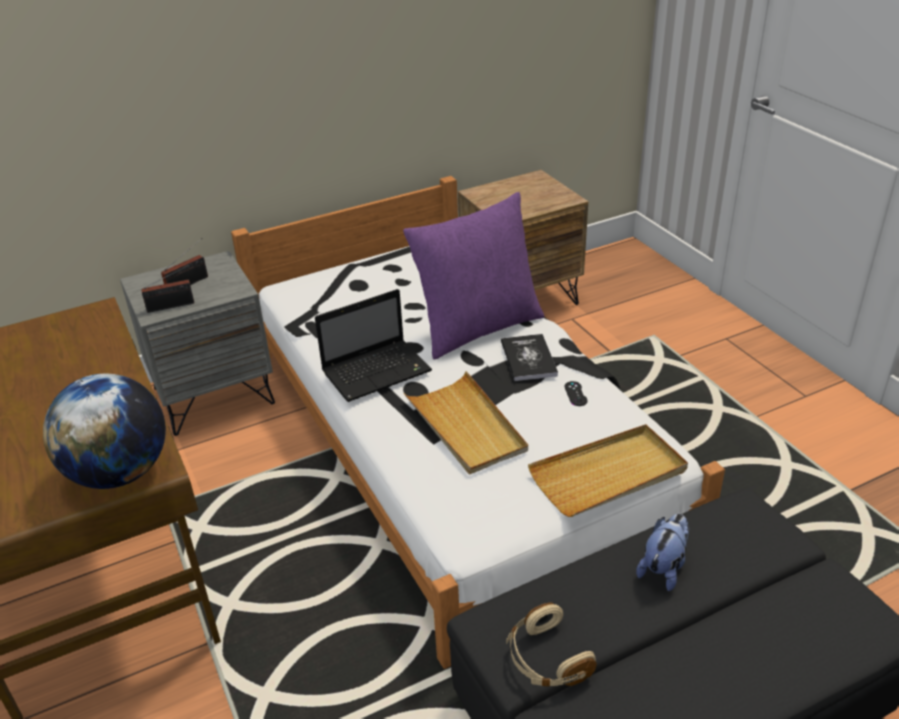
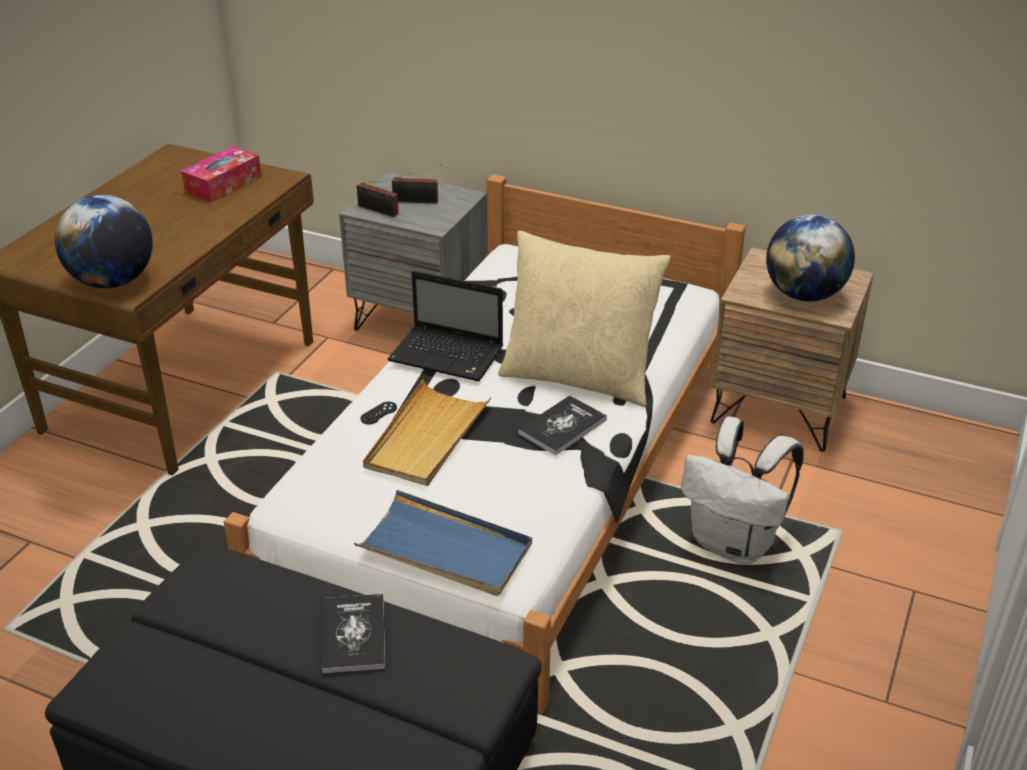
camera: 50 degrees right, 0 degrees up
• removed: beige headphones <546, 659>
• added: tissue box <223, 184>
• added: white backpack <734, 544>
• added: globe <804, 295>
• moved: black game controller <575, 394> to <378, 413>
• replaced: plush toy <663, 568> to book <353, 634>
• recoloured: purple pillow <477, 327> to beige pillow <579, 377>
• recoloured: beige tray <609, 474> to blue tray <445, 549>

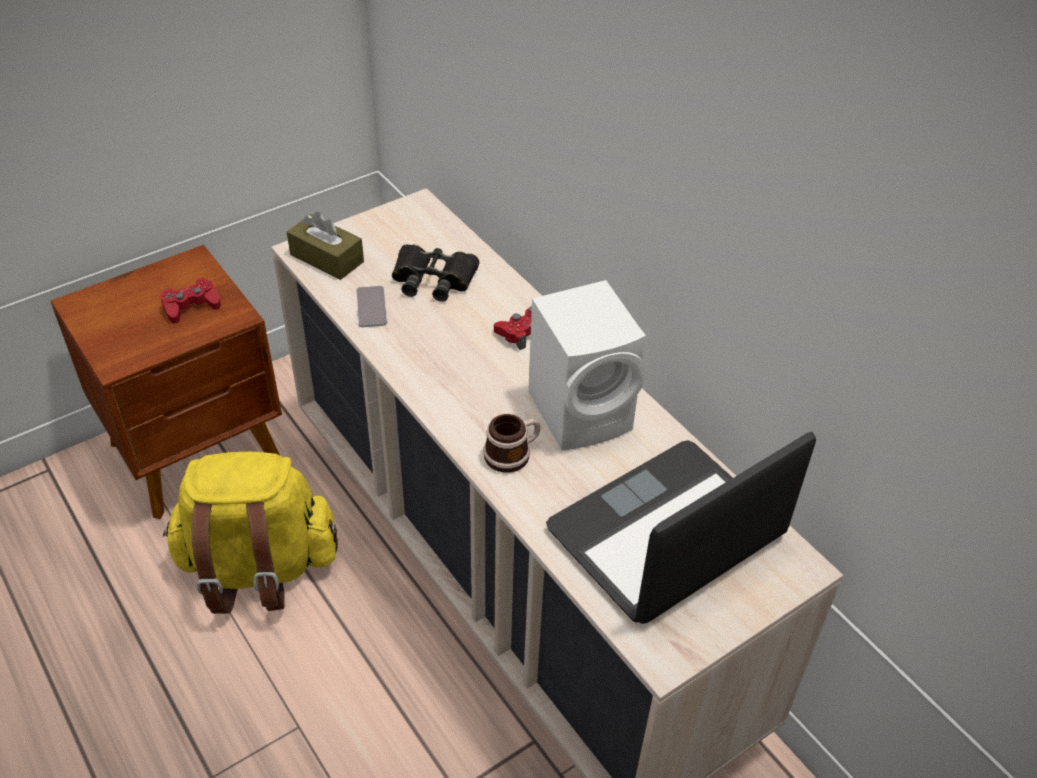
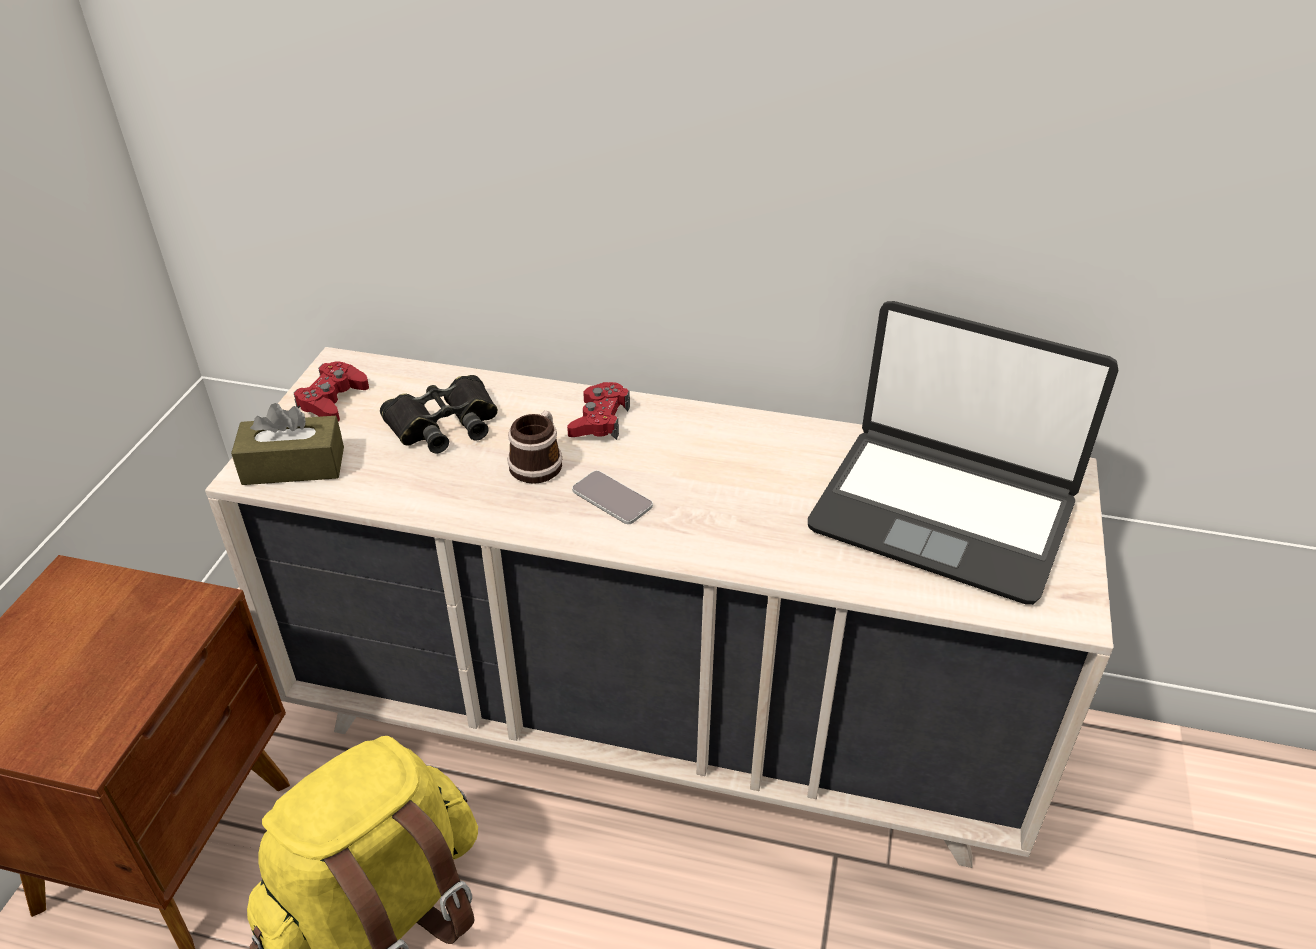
camera: 40 degrees left, 5 degrees down
• removed: white speaker <583, 411>
• moved: red game controller <191, 305> to <332, 400>
• moved: phone <371, 307> to <612, 498>
• moved: mug <513, 454> to <539, 462>
• turned: laptop <667, 534> = <942, 513> 75 degrees counterclockwise

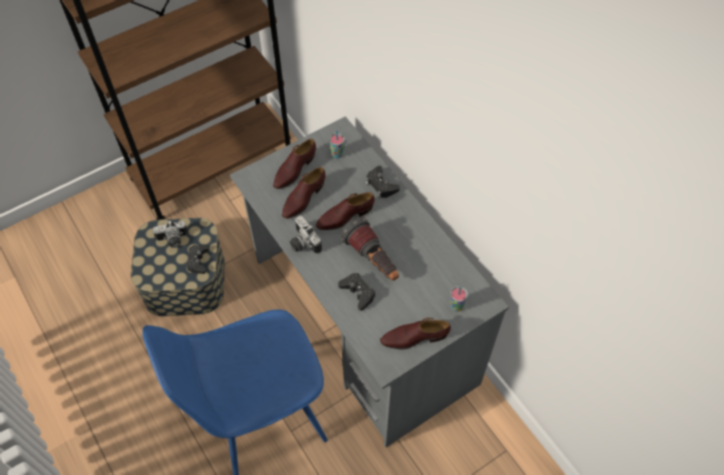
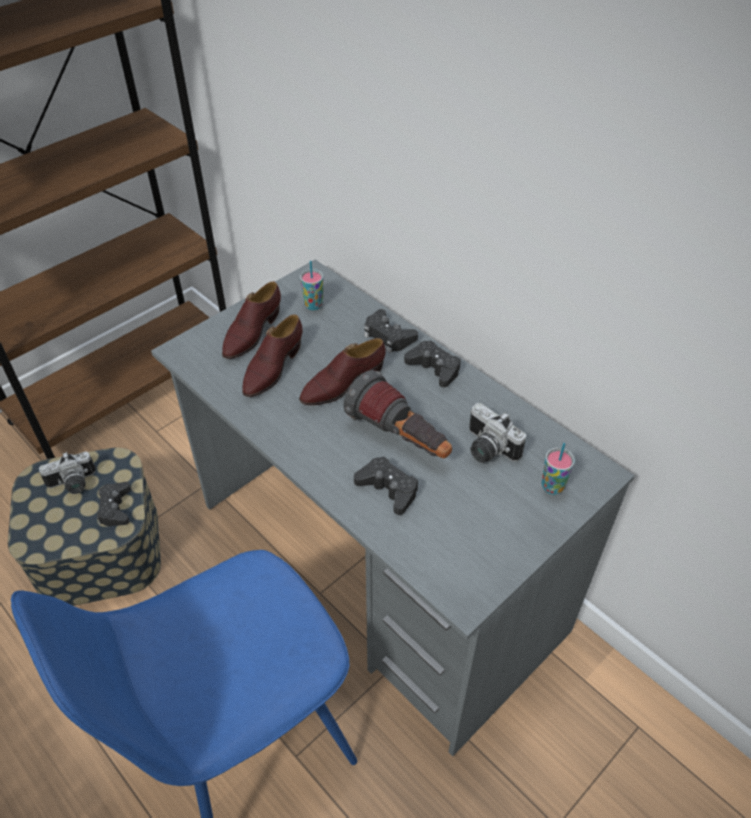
camera: 10 degrees left, 10 degrees down
• removed: brown shoe <414, 337>
• added: black game controller <434, 368>
• moved: photo camera <302, 243> to <486, 449>

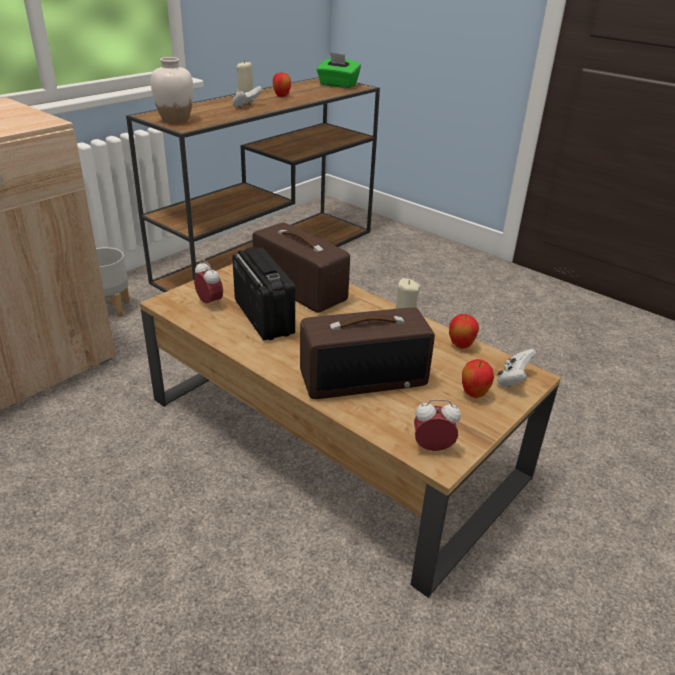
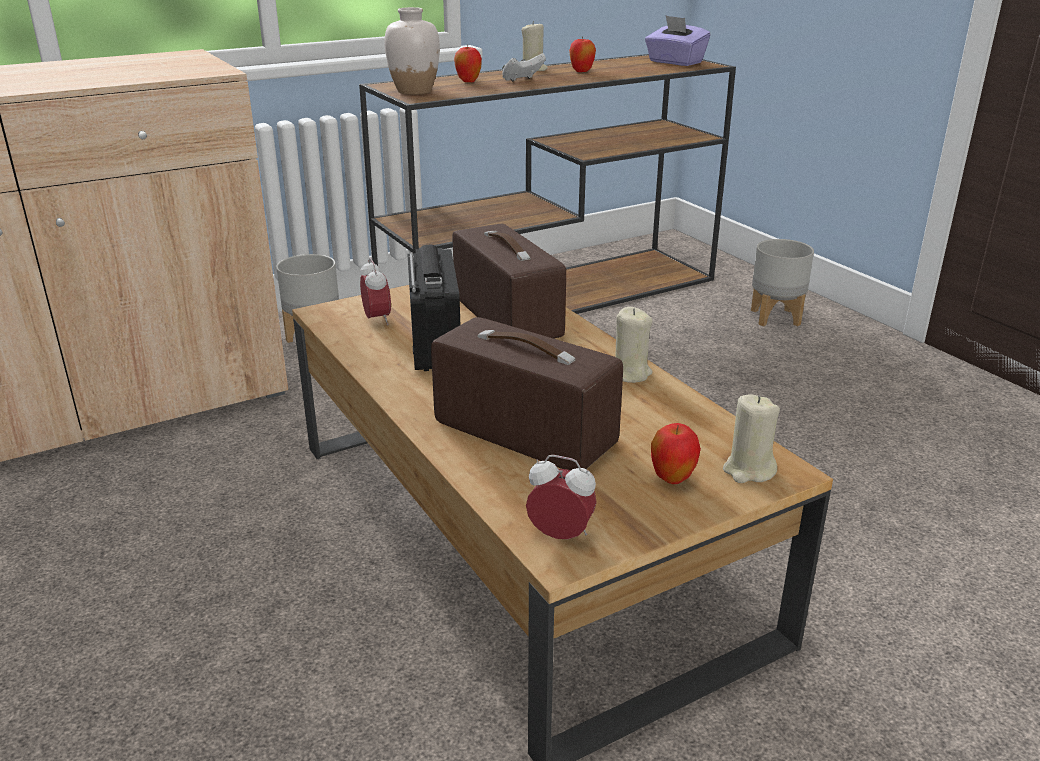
camera: 20 degrees right, 5 degrees down
• added: grey planter <774, 317>
• moved: apple <460, 346> to <468, 82>
• replaced: white game controller <513, 380> to beige candle <748, 470>
• recoloured: green tissue box <337, 85> to purple tissue box <675, 62>
• turned: radio <364, 377> = <522, 433> 150 degrees counterclockwise

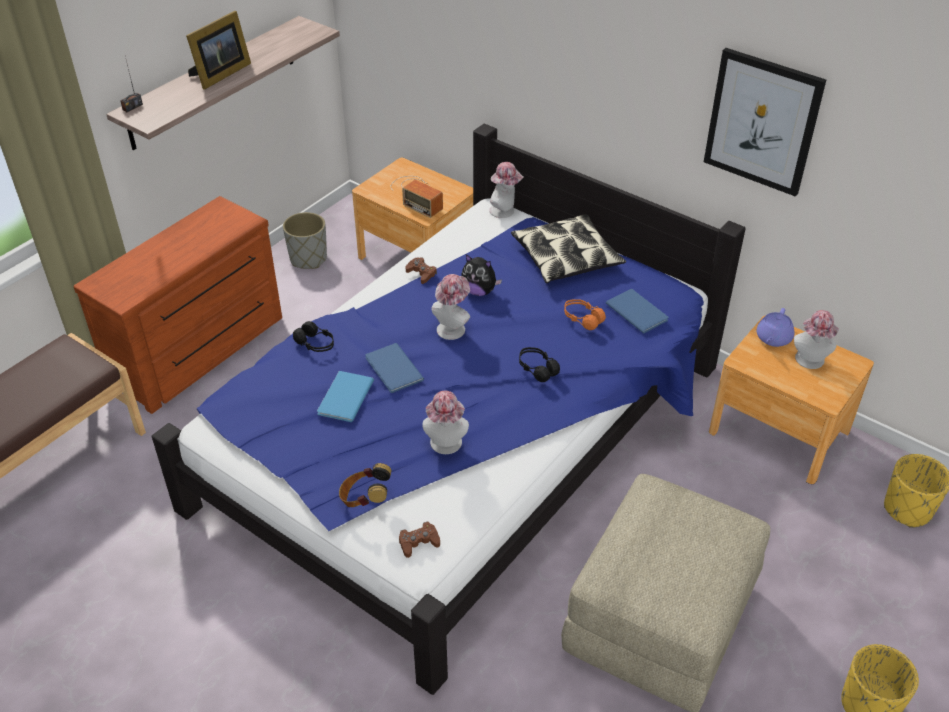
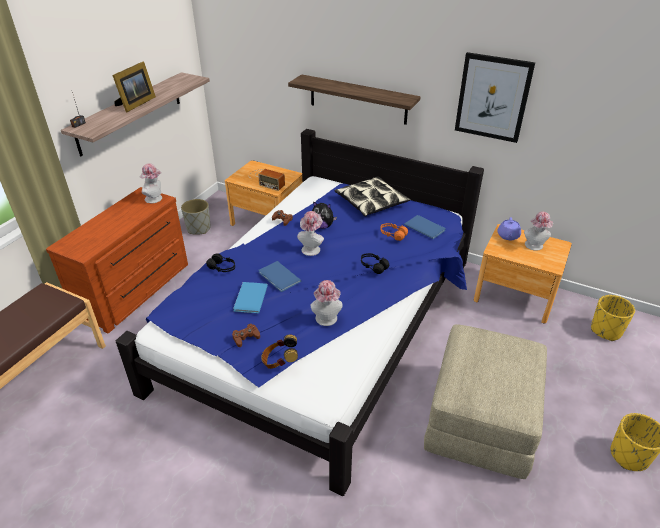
camera: 10 degrees left, 5 degrees down
• added: shelf <358, 99>
• moved: brown game controller <418, 542> to <246, 337>
• moved: hat <505, 211> to <155, 199>

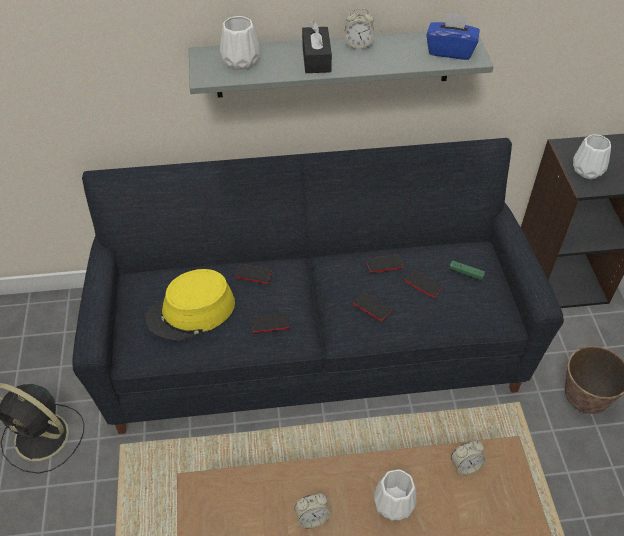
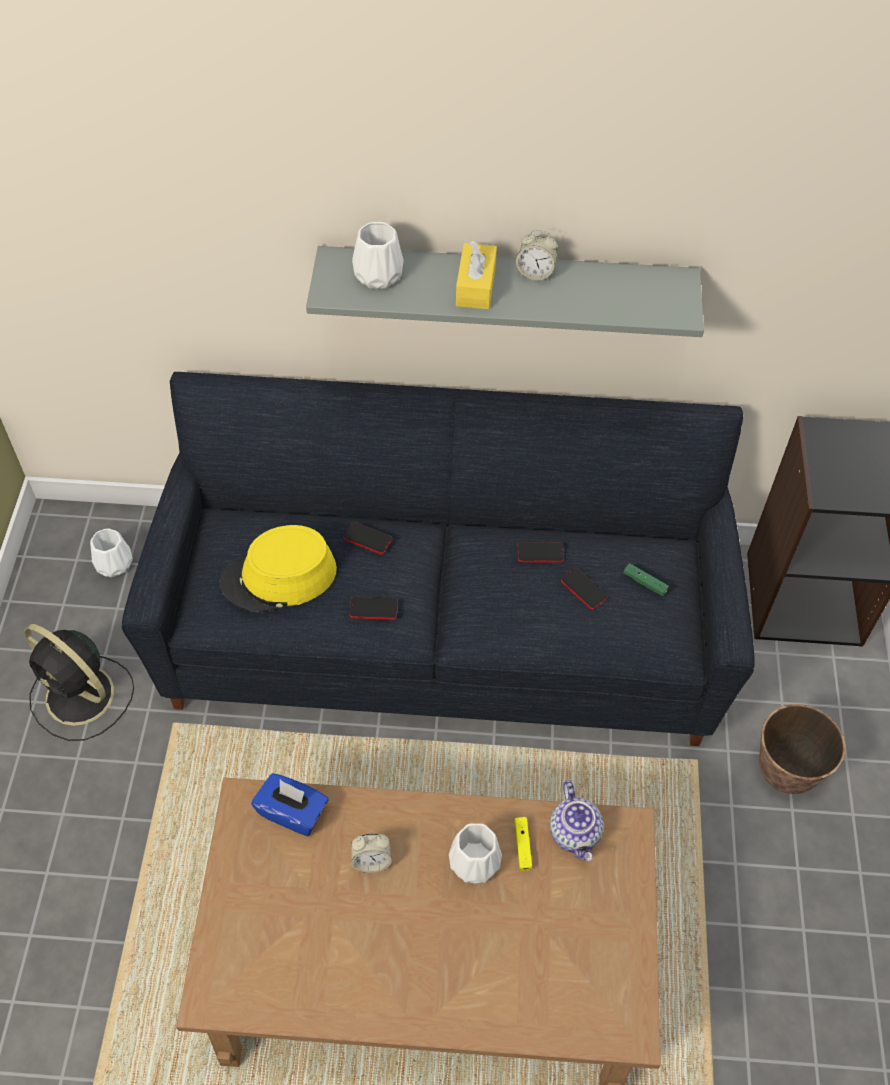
camera: 10 degrees right, 5 degrees up
• removed: phone <372, 307>
• added: yellow game controller <522, 846>
• moved: blue tissue box <450, 51> to <293, 812>
• moved: white vase <588, 170> to <114, 565>
• replaced: alarm clock <465, 466> to teapot <575, 833>
• recoloured: black tissue box <316, 58> to yellow tissue box <475, 286>

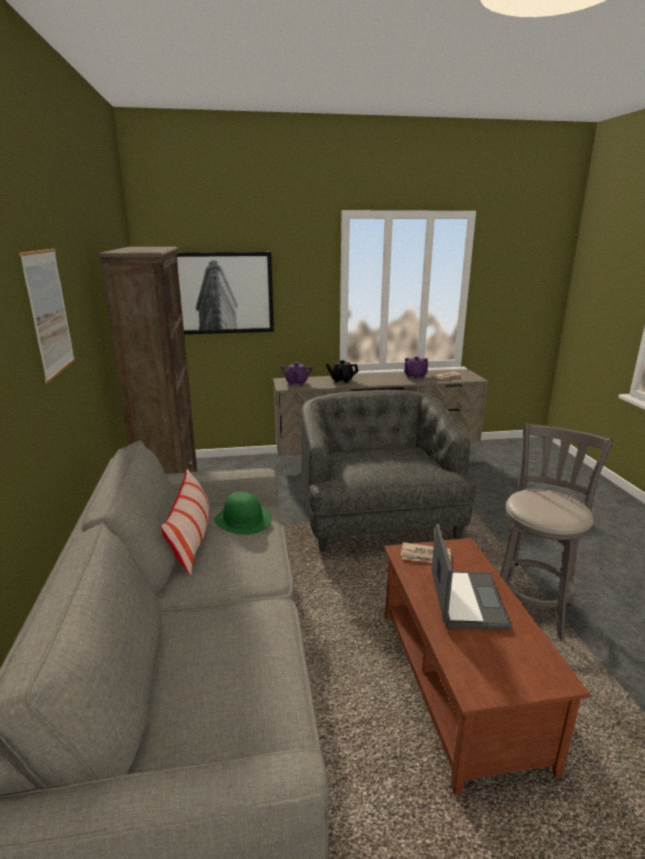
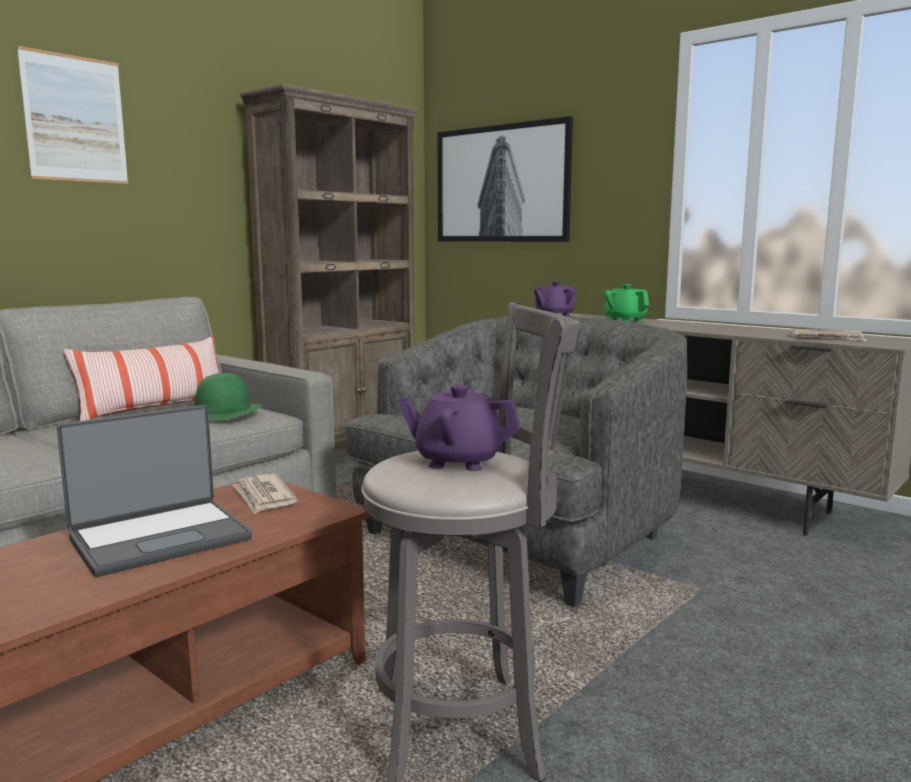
camera: 50 degrees right, 10 degrees down
• moved: purple teapot <415, 376> to <458, 461>
• recoloured: black teapot <341, 380> to green teapot <625, 320>

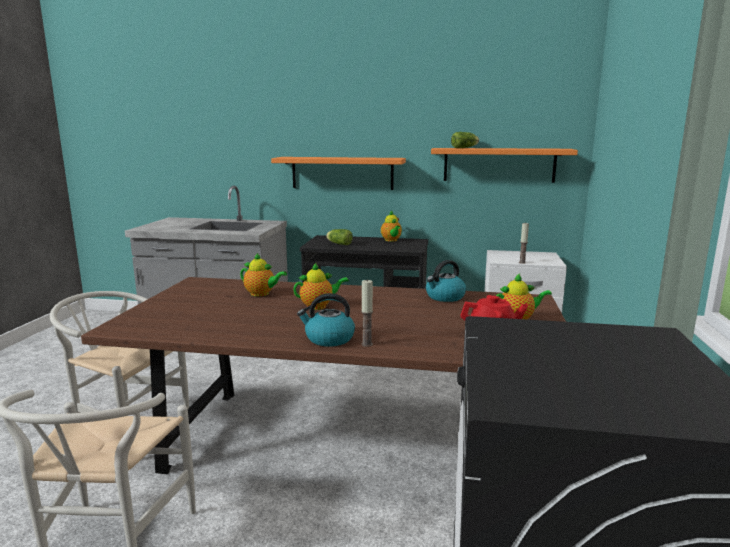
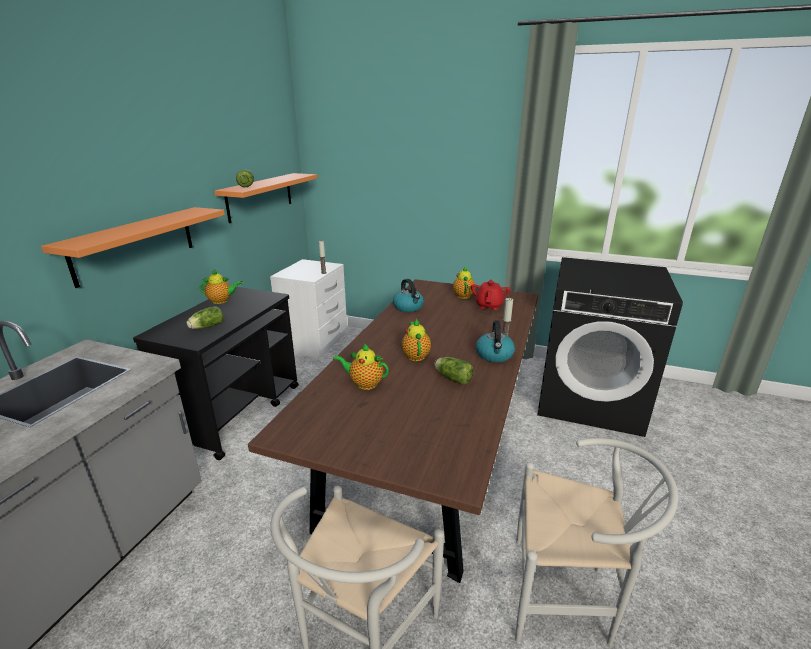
camera: 80 degrees left, 10 degrees up
• added: lettuce <452, 378>
• turned: teapot <261, 294> = <364, 384> 105 degrees counterclockwise

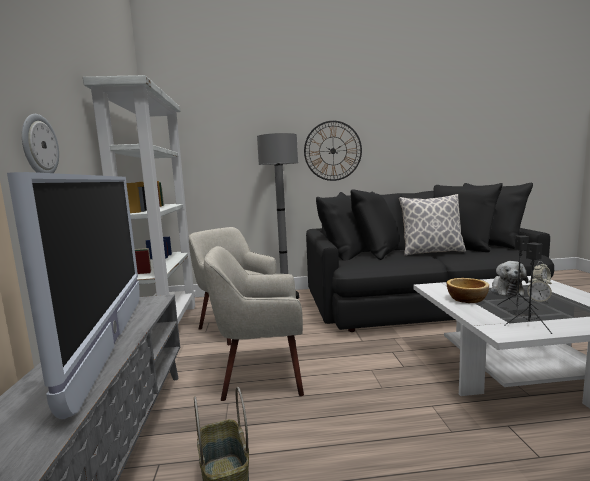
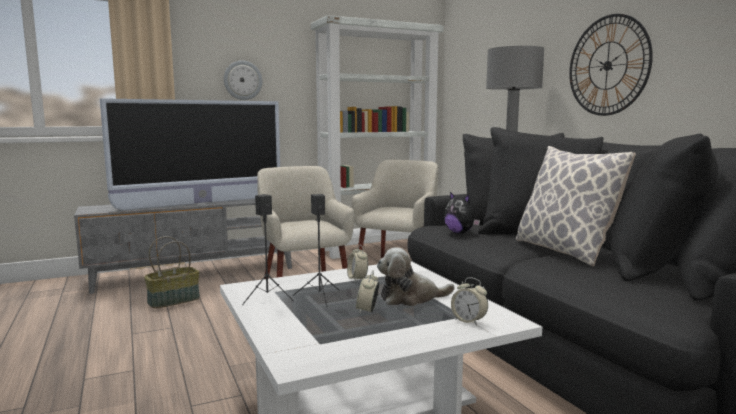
camera: 70 degrees right, 0 degrees up
• added: plush toy <460, 232>
• replaced: bowl <467, 299> to alarm clock <357, 279>

